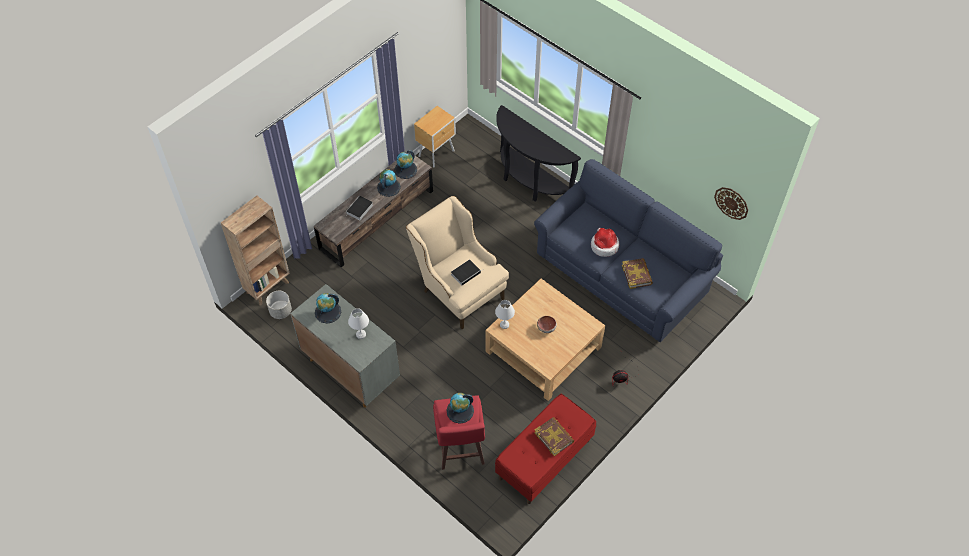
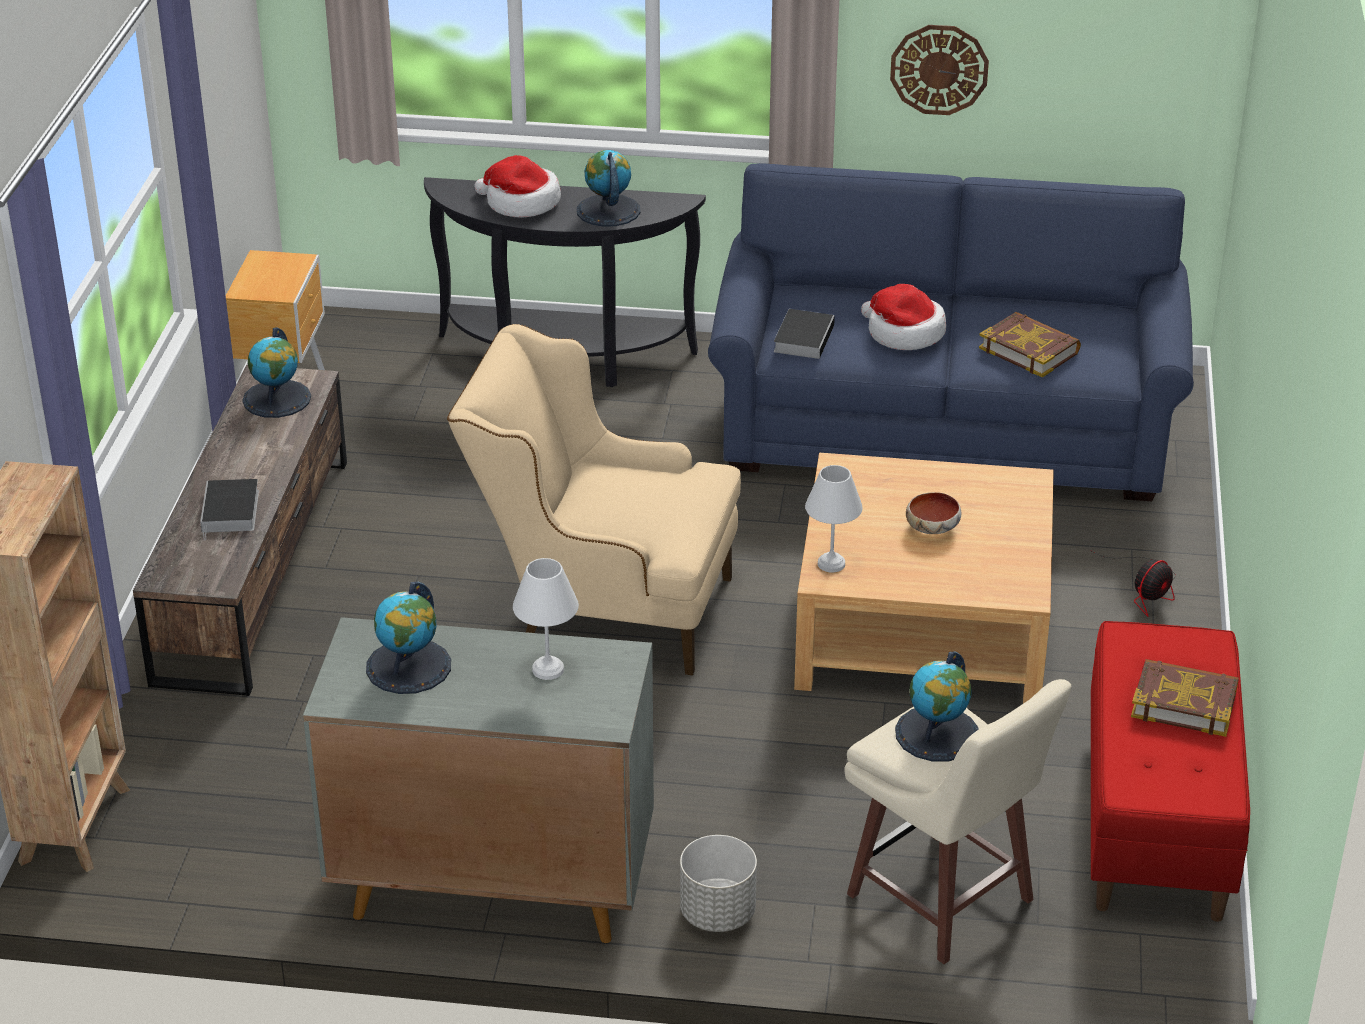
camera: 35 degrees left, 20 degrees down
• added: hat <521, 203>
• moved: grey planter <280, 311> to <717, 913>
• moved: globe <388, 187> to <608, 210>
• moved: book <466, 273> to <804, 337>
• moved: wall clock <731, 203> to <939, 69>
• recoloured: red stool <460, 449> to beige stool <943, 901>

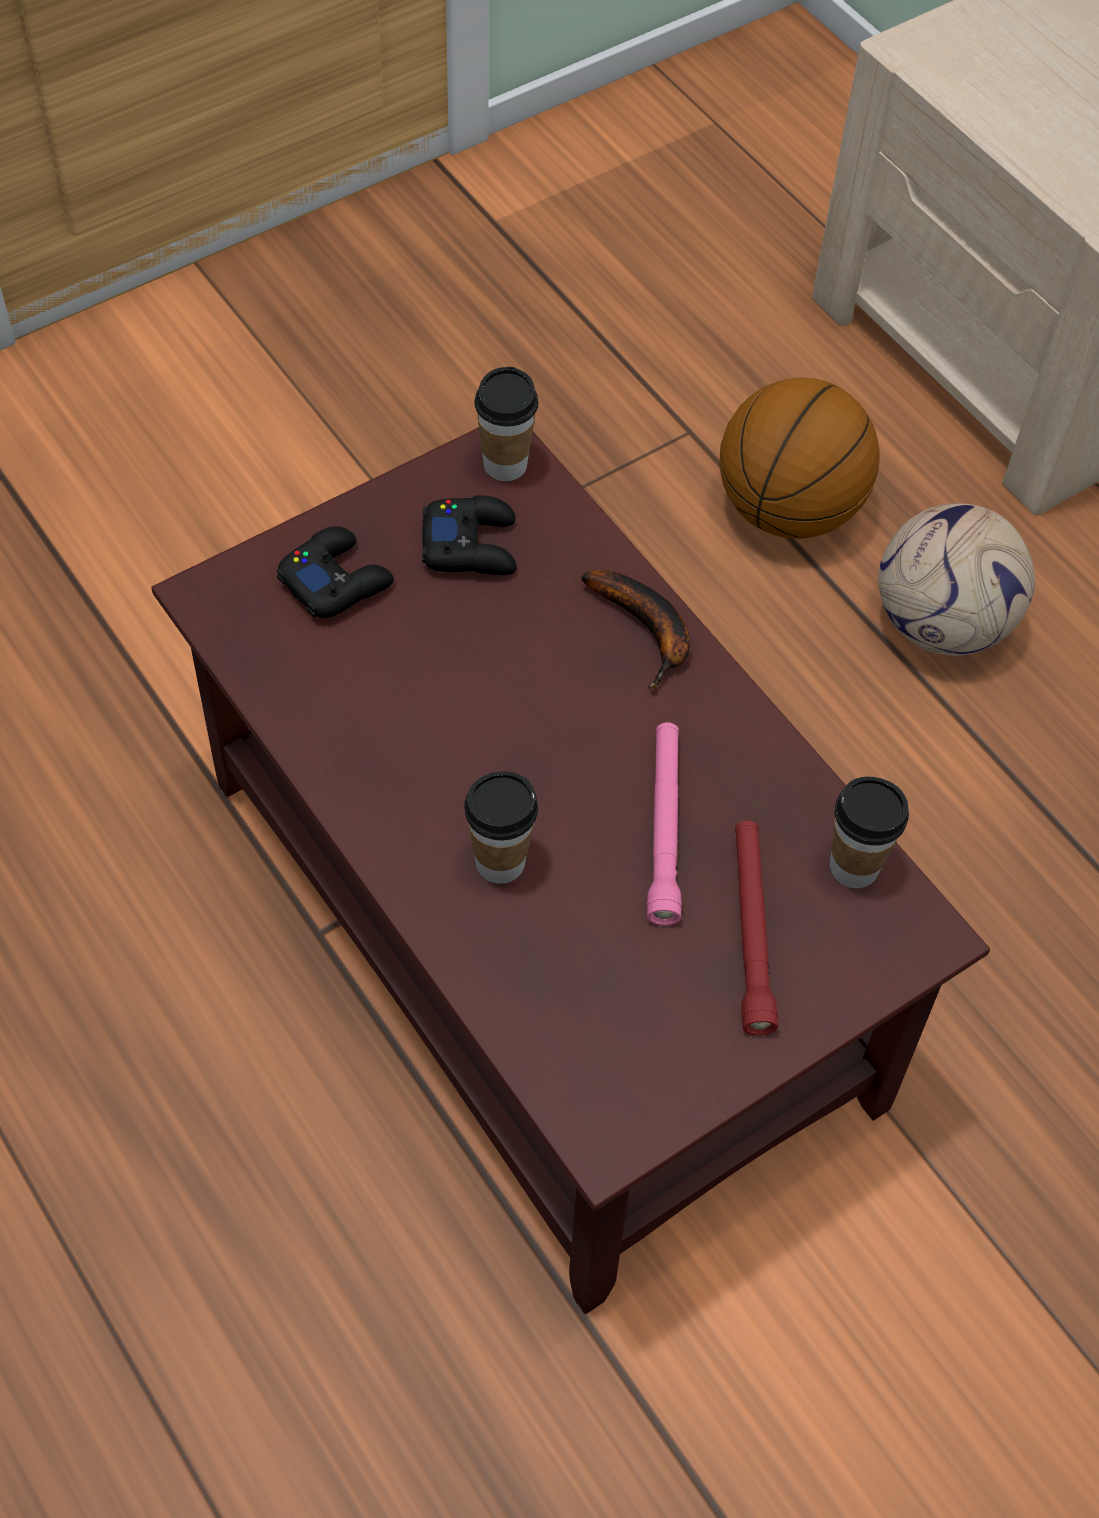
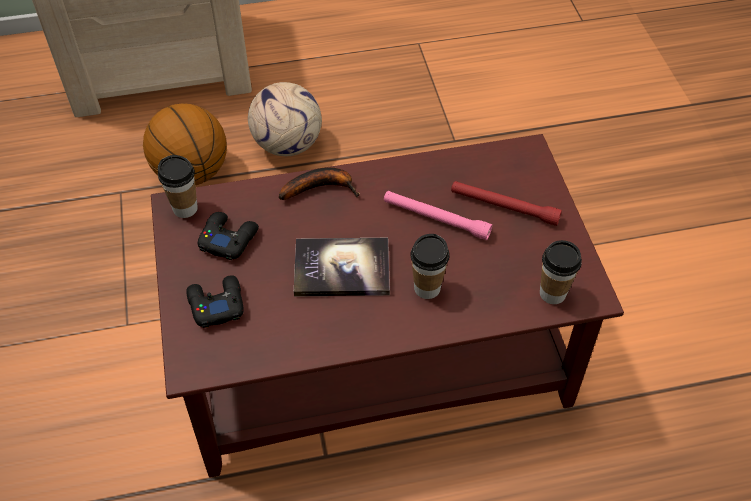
camera: 65 degrees left, 5 degrees down
• added: book <342, 268>
• moved: cup <854, 867> to <552, 293>

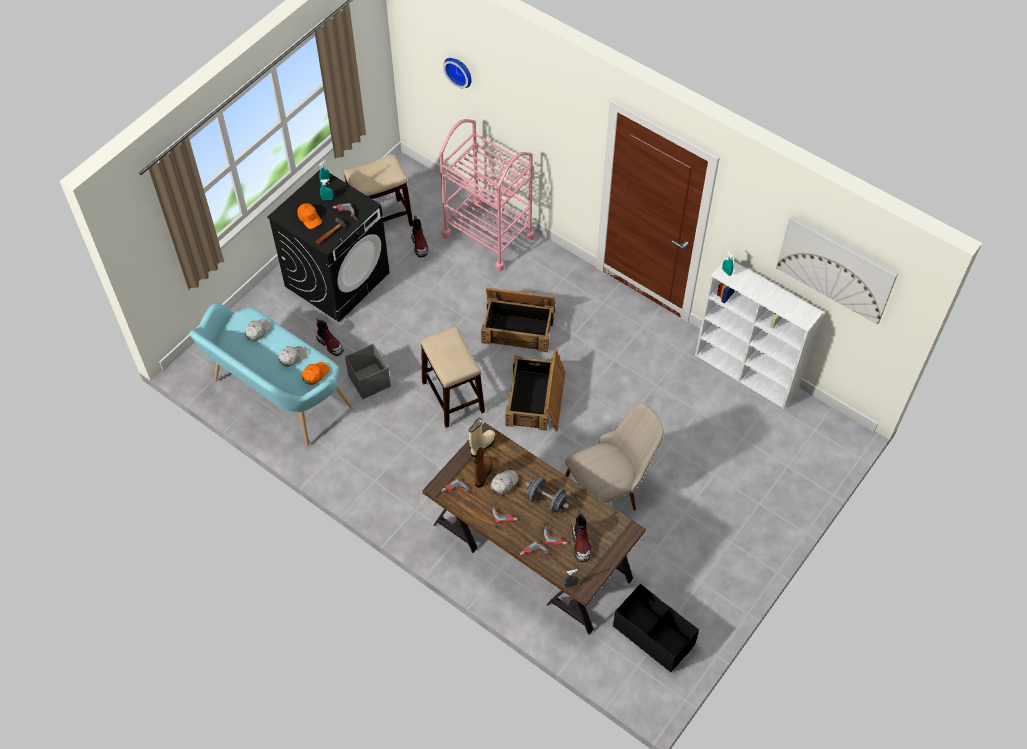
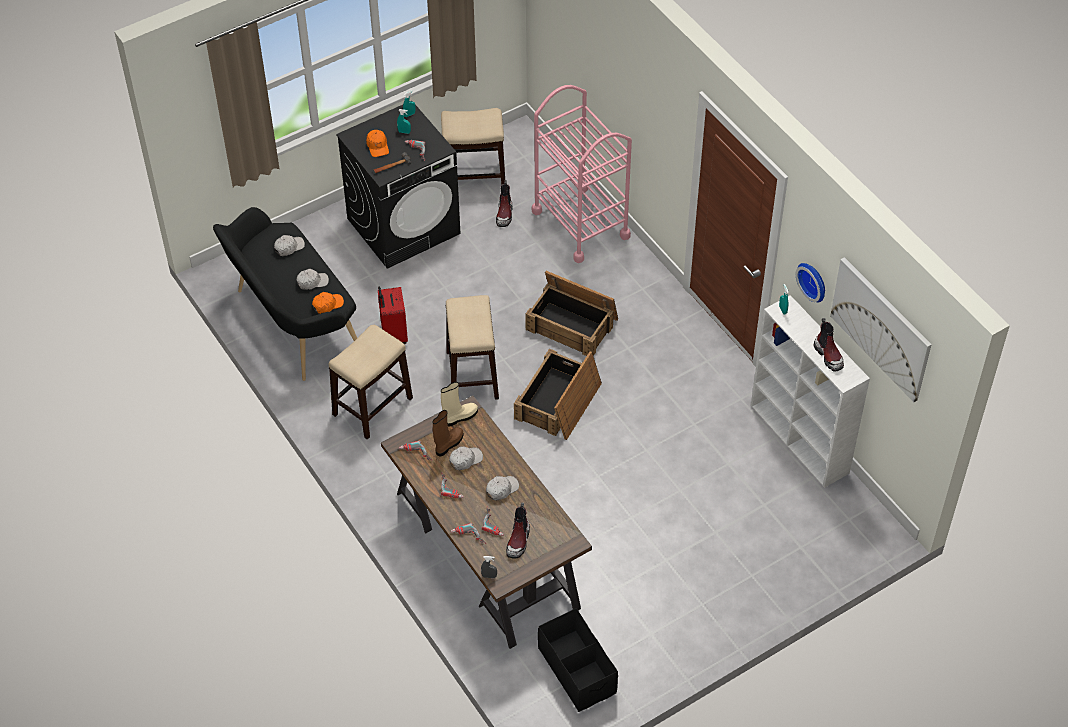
camera: 20 degrees right, 5 degrees down
• removed: beige chair <609, 491>
• added: stool <372, 407>
• moved: boot <330, 344> to <828, 355>
• moved: wall clock <459, 71> to <813, 281>
• replaced: grey storage box <369, 380> to red suitcase <393, 335>
• replaced: grey dumbbell <546, 501> to white cap <501, 489>
• recoloured: turquoise bench <276, 396> to black bench <292, 324>

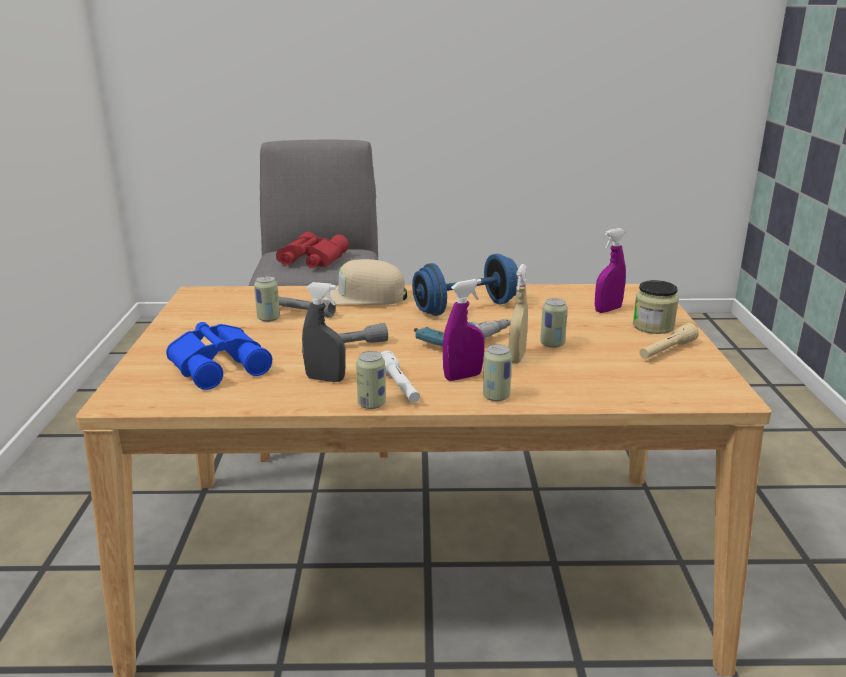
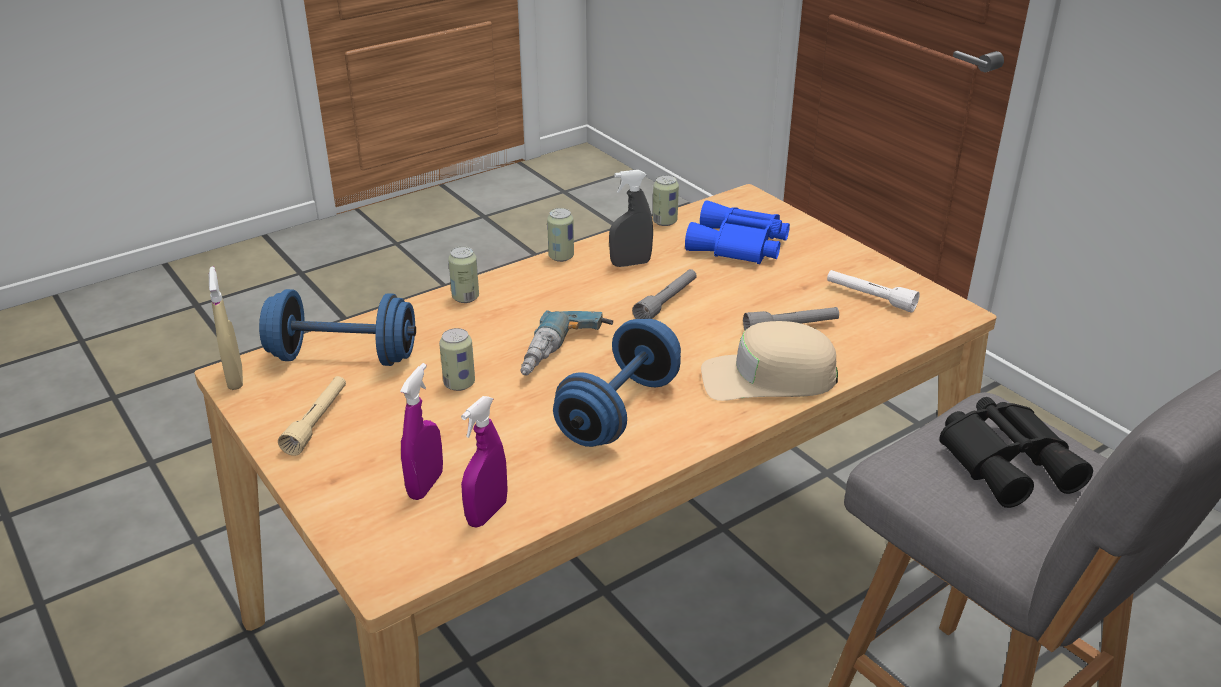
camera: 145 degrees right, 10 degrees up
• removed: jar <653, 326>
• added: blue dumbbell <343, 357>
• moved: can <268, 318> to <665, 222>
• moved: white flashlight <399, 387> to <870, 297>
• moved: purple spray bottle <463, 377> to <487, 513>
• moved: beige spray bottle <517, 357> to <235, 378>
• recoloured: red binoculars <310, 260> to black binoculars <1008, 461>
• turned: beige cap <361, 298> = <768, 378> 150 degrees counterclockwise

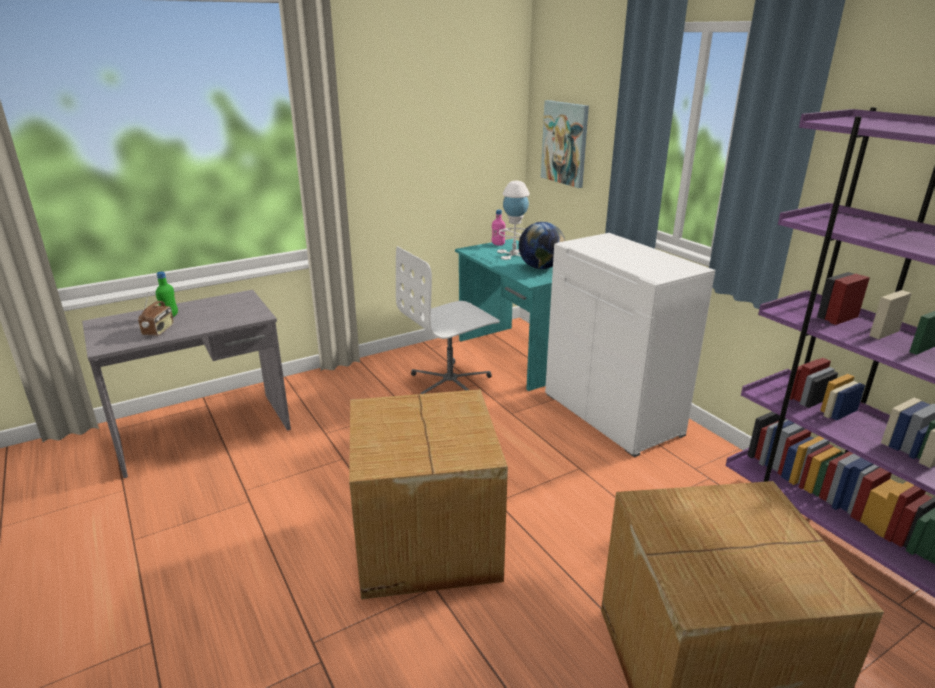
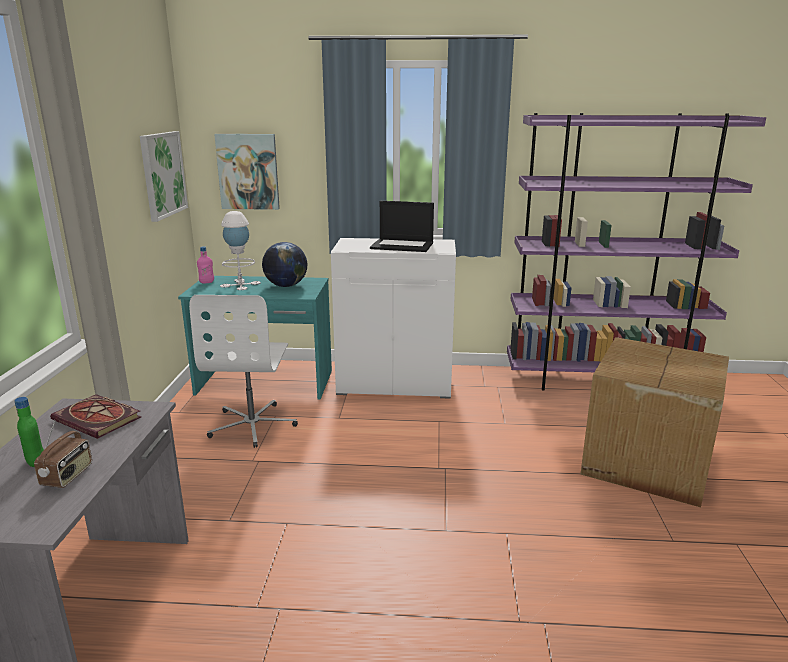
camera: 55 degrees left, 5 degrees down
• removed: cardboard box <424, 541>
• added: book <99, 419>
• added: picture <163, 174>
• added: laptop <403, 245>
• turned: radio <159, 330> = <68, 476> 60 degrees clockwise

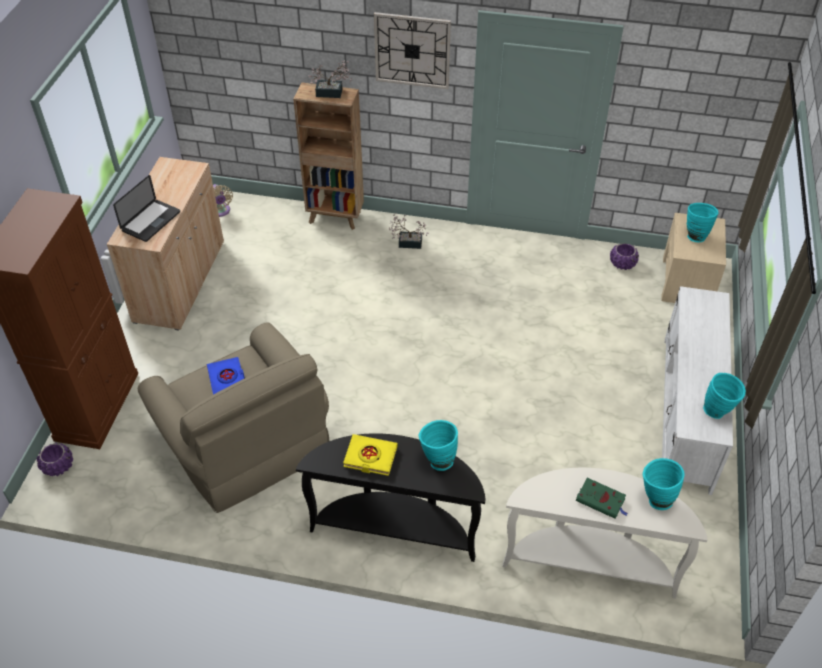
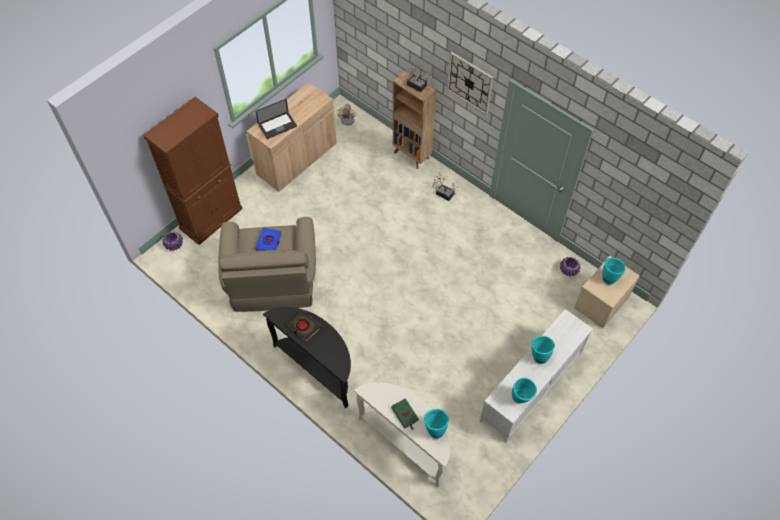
camera: 30 degrees right, 10 degrees up
• moved: turquoise vase <437, 460> to <538, 356>
• recoloured: yellow book <370, 457> to black book <303, 327>

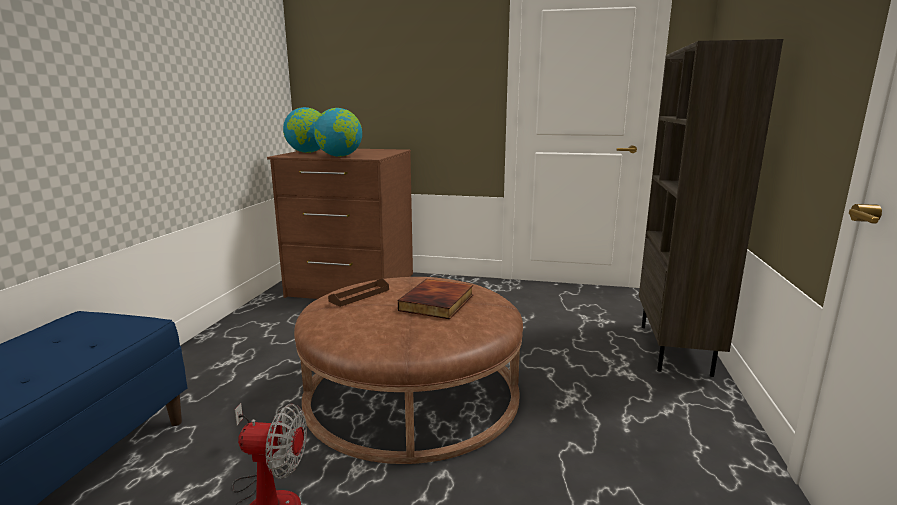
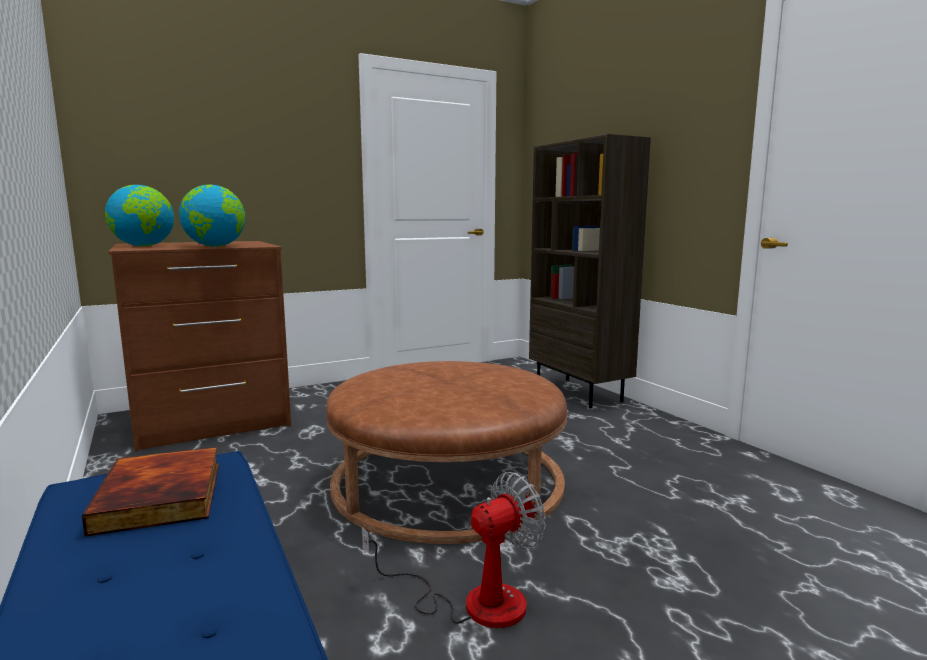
camera: 40 degrees left, 5 degrees down
• removed: brown tray <359, 295>
• moved: book <438, 303> to <163, 496>

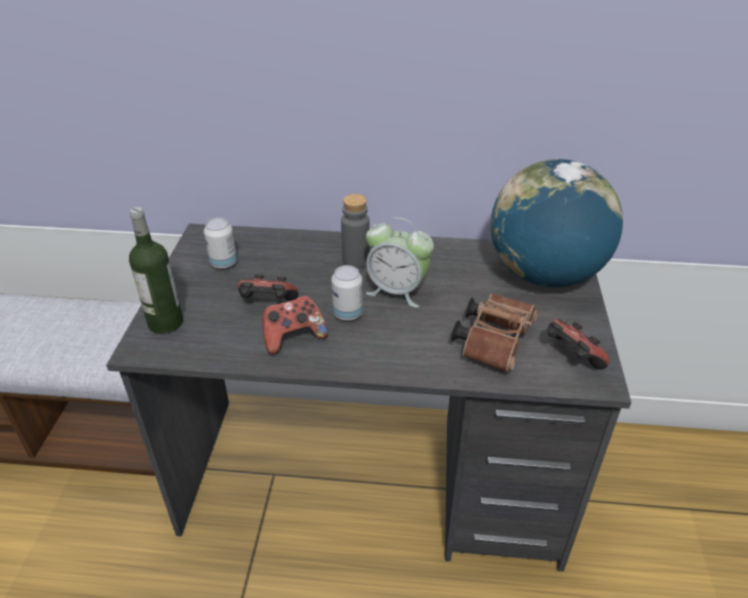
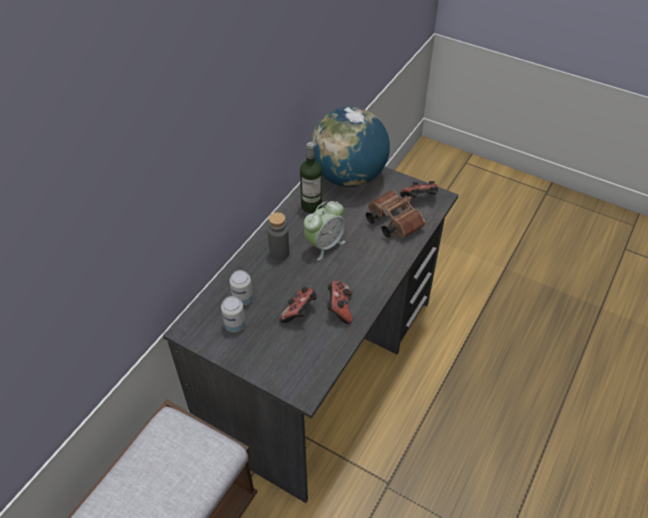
camera: 65 degrees left, 10 degrees up
• moved: bottle <165, 323> to <311, 206>
• moved: can <348, 314> to <242, 299>

